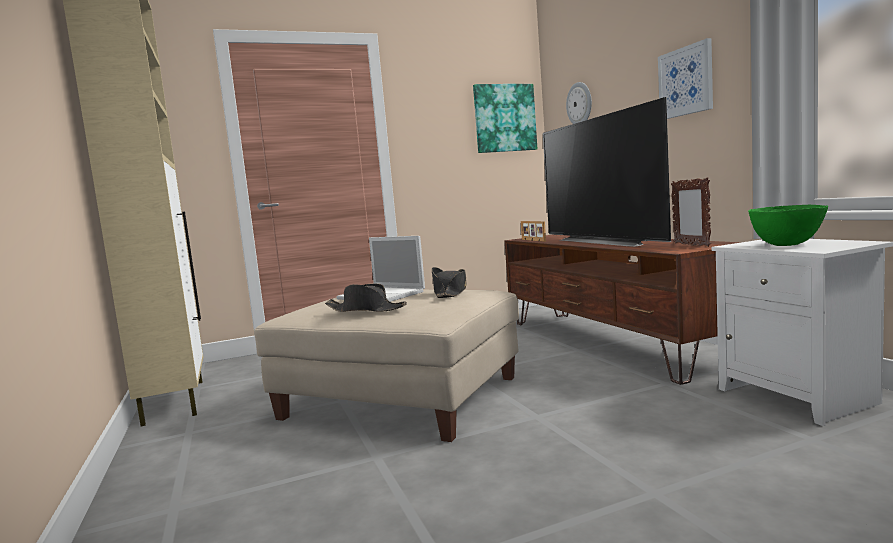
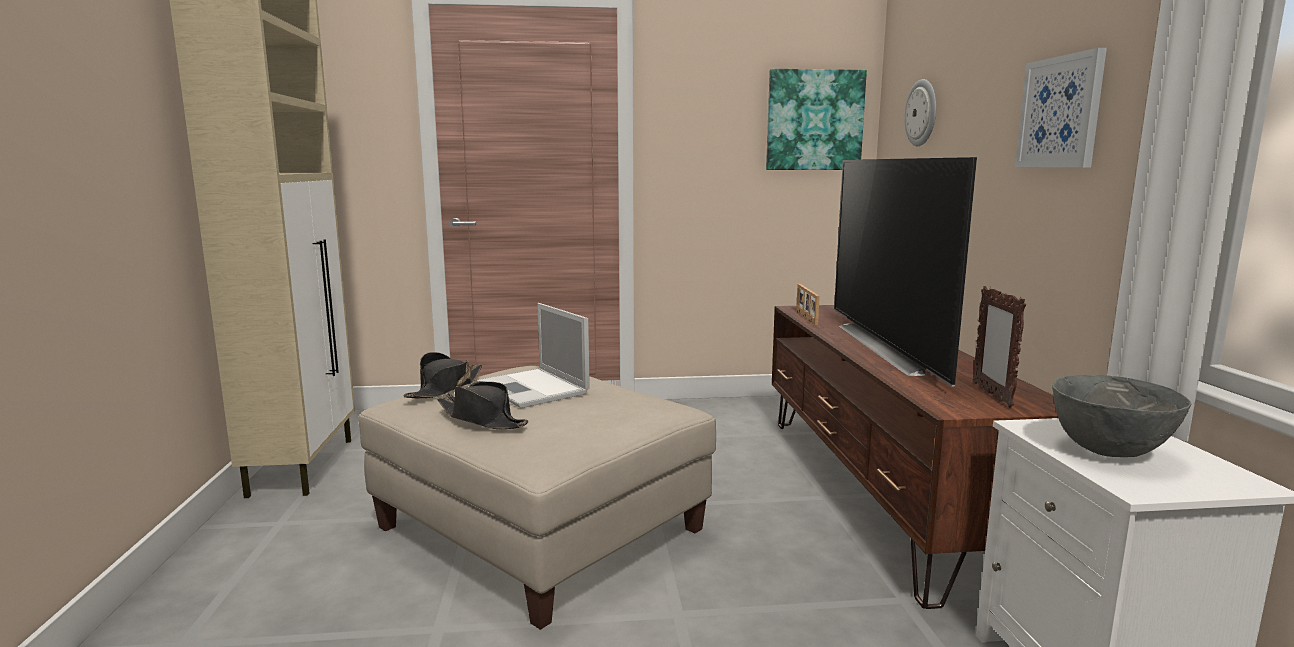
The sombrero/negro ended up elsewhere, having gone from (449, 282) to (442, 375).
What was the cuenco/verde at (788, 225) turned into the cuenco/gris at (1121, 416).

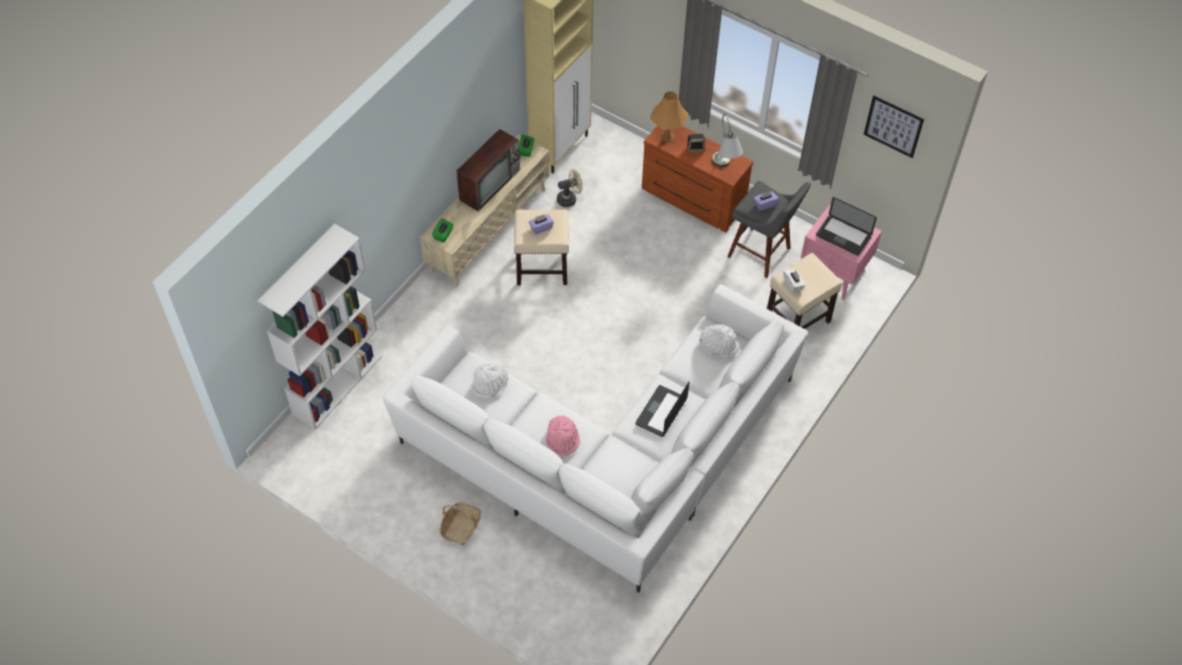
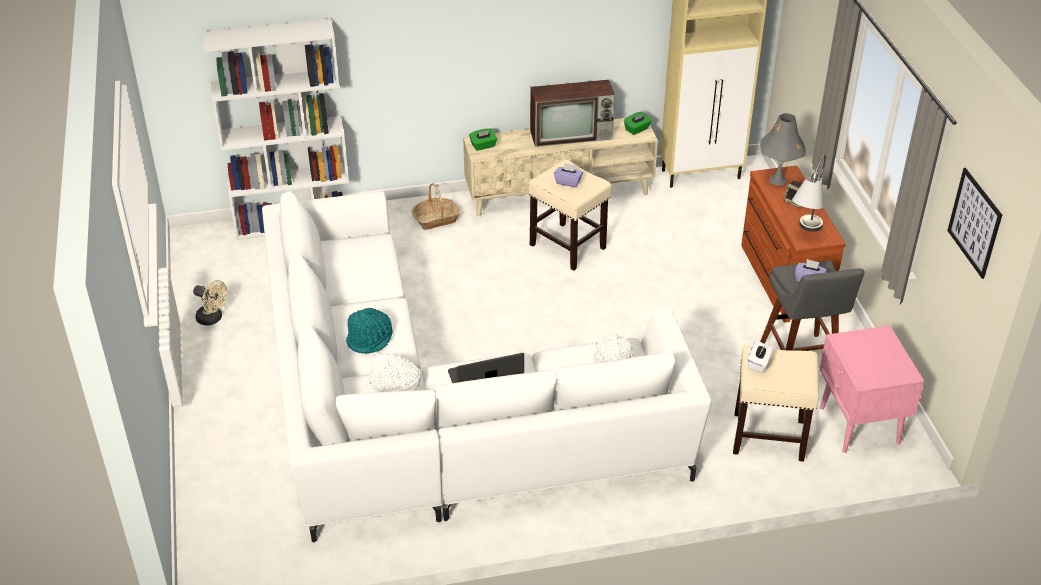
The cesta ended up elsewhere, having gone from (460, 523) to (436, 206).
The sombrero/blanco ended up elsewhere, having gone from (490, 380) to (393, 373).
What was the sombrero/rosa at (563, 435) turned into the sombrero/turquesa at (369, 330).
The ventilador/beis ended up elsewhere, having gone from (570, 188) to (210, 303).
What was the lámpara de mesa/naranja at (669, 117) turned into the lámpara de mesa/gris at (783, 149).
The second view lost the portátil at (846, 226).

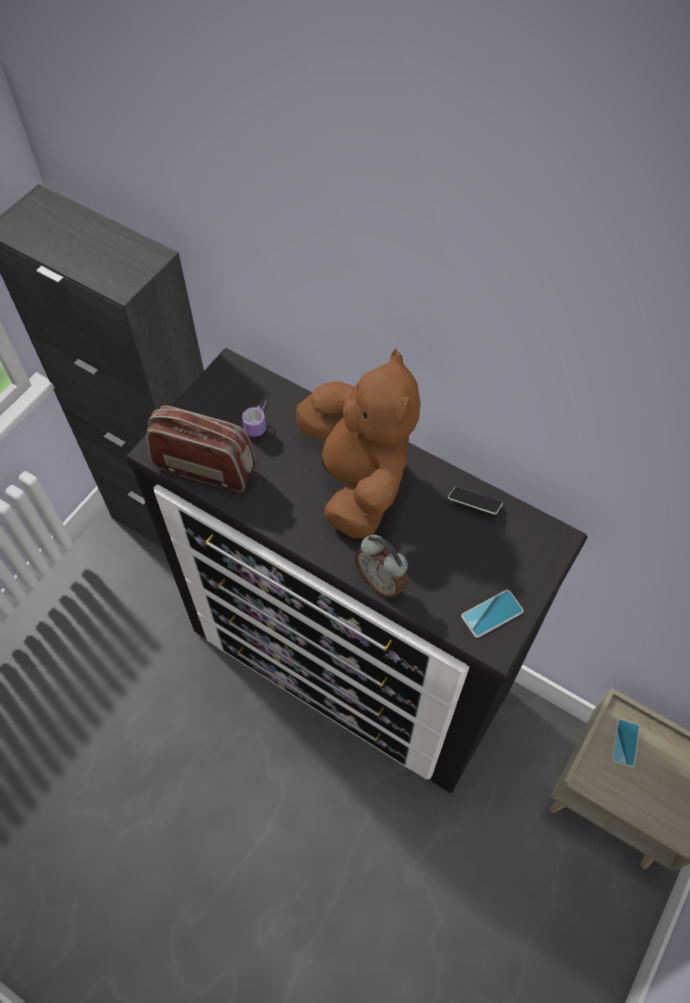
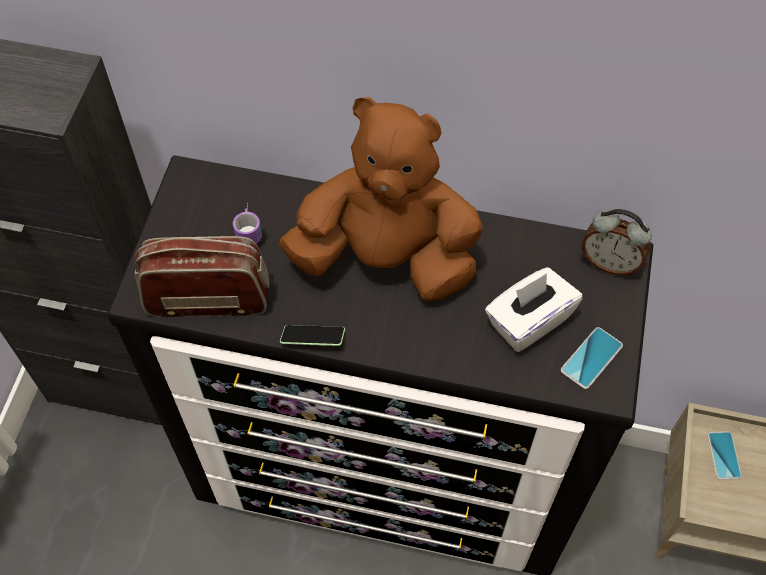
The peluche/marrón at (358, 443) ended up facing another way, 45 degrees counterclockwise from before.
The despertador ended up elsewhere, having gone from (381, 566) to (617, 242).
The móvil ended up elsewhere, having gone from (475, 501) to (312, 335).
The second view gained the caja de pañuelos/blanco at (534, 309).

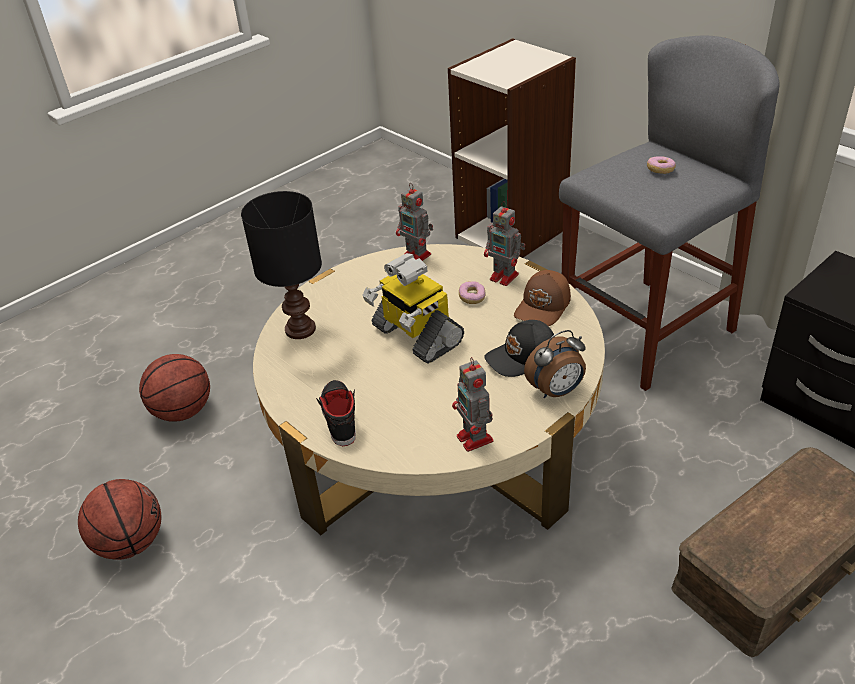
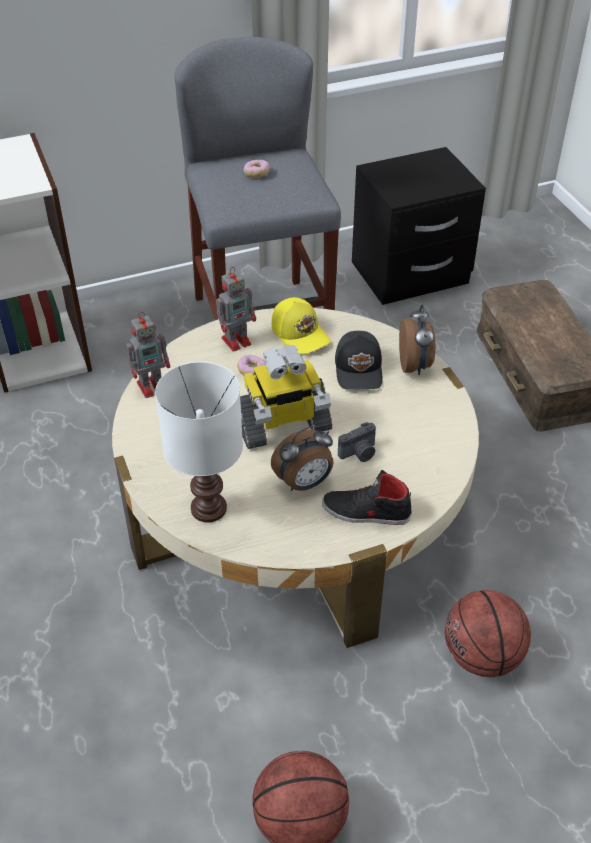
The balón de baloncesto ended up elsewhere, having gone from (174, 388) to (488, 633).
What was the lámpara de mesa/negro at (281, 265) turned into the lámpara de mesa/blanco at (199, 441).
The second view lost the robot de juguete at (473, 404).
What was the gorra/marrón at (542, 298) turned into the gorra/amarillo at (301, 325).
The second view gained the despertador at (302, 458).
The second view gained the cámara at (357, 442).

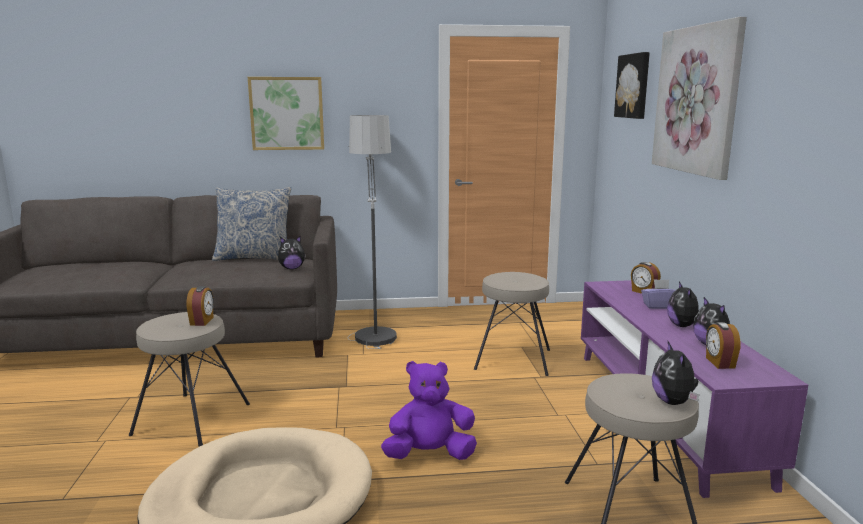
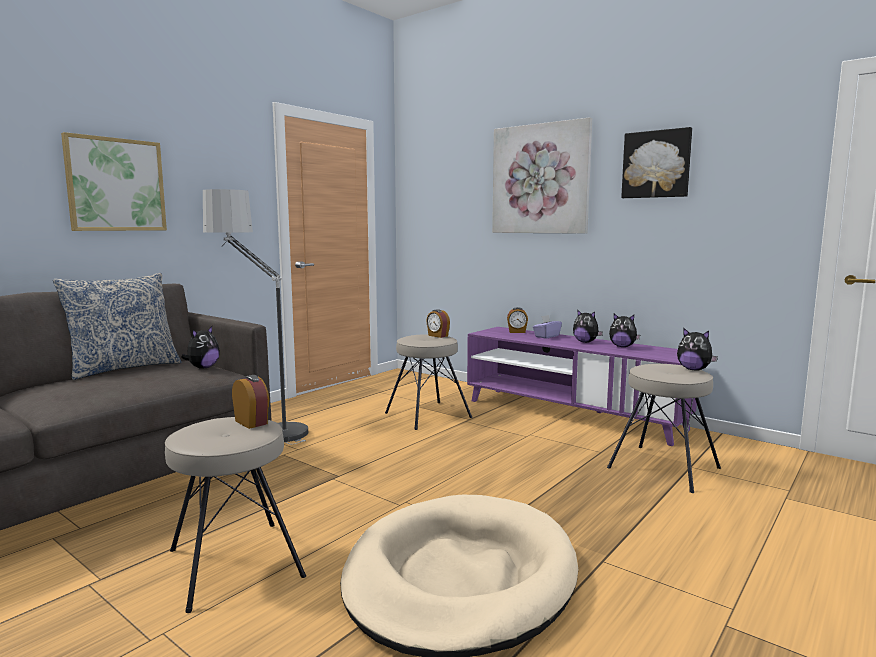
The second view lost the peluche/morado at (429, 410).
The cuadro ended up elsewhere, having gone from (632, 85) to (656, 162).
The despertador ended up elsewhere, having gone from (723, 345) to (438, 323).

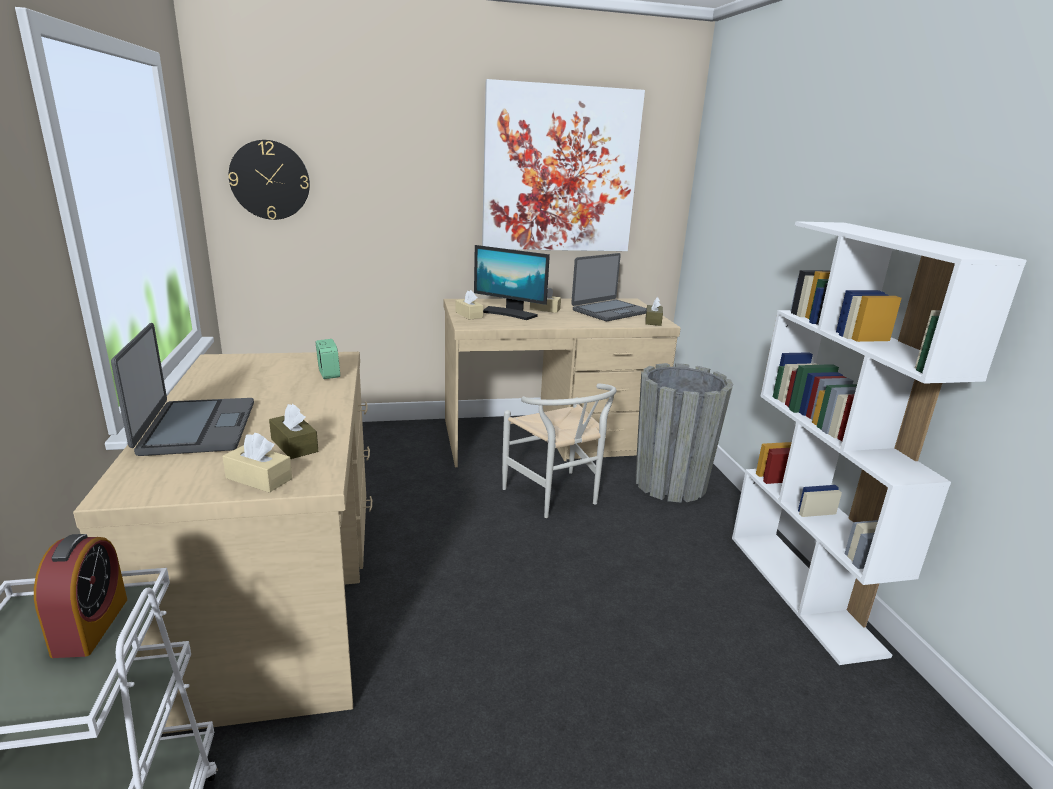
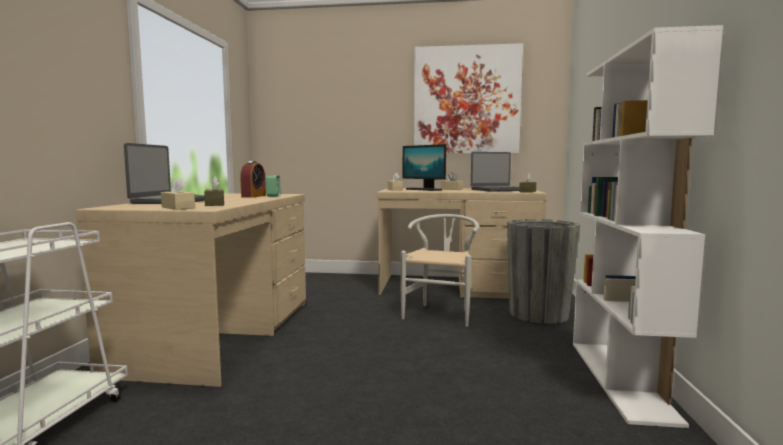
The despertador ended up elsewhere, having gone from (80, 596) to (253, 179).
The second view lost the reloj de pared at (269, 180).
The silla/blanco at (559, 451) ended up facing another way, 150 degrees counterclockwise from before.

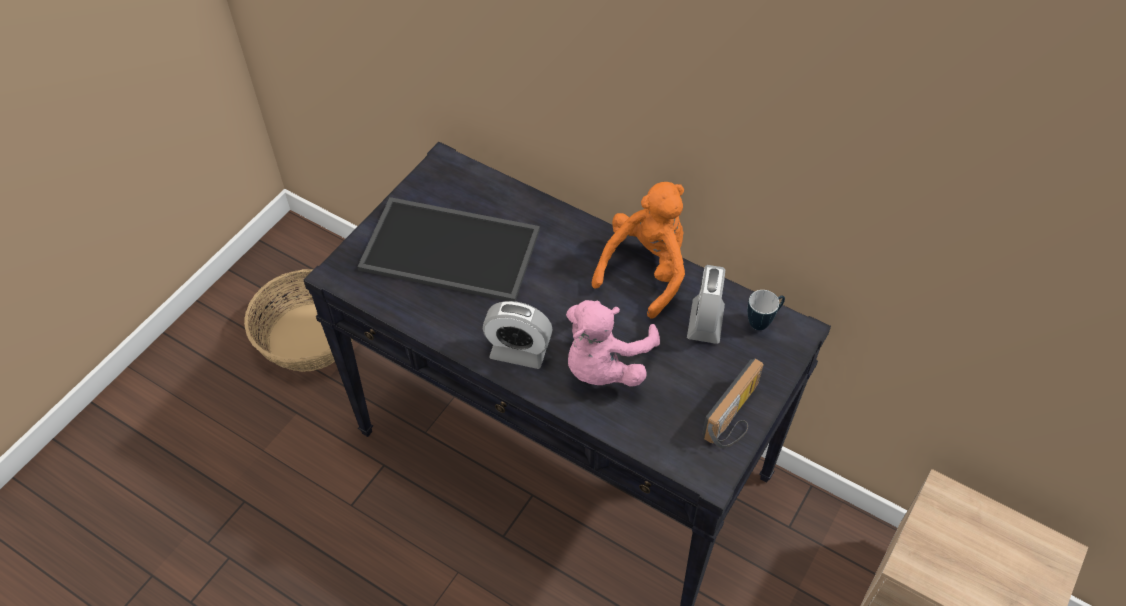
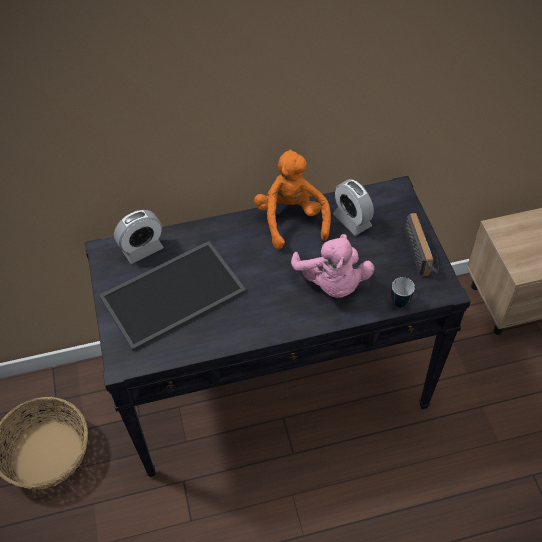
The despertador ended up elsewhere, having gone from (518, 335) to (138, 237).
The taza grande ended up elsewhere, having gone from (766, 310) to (403, 291).

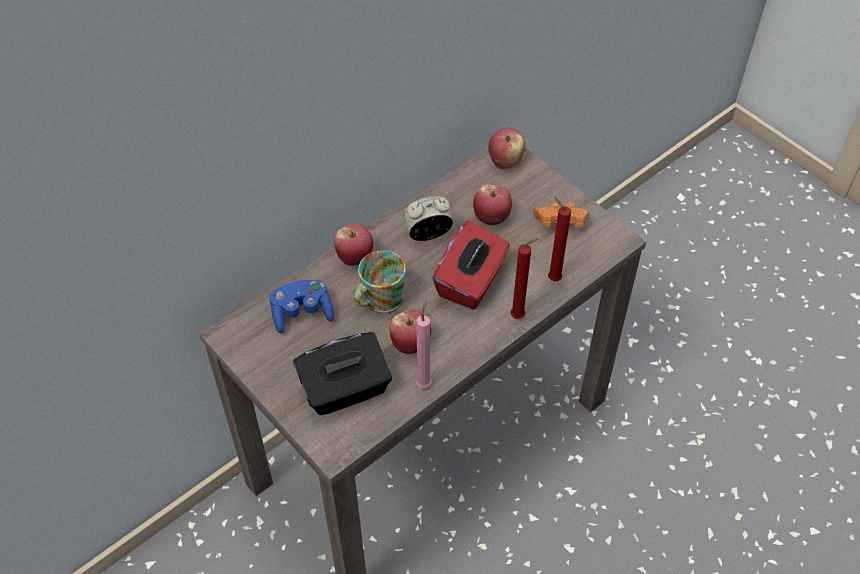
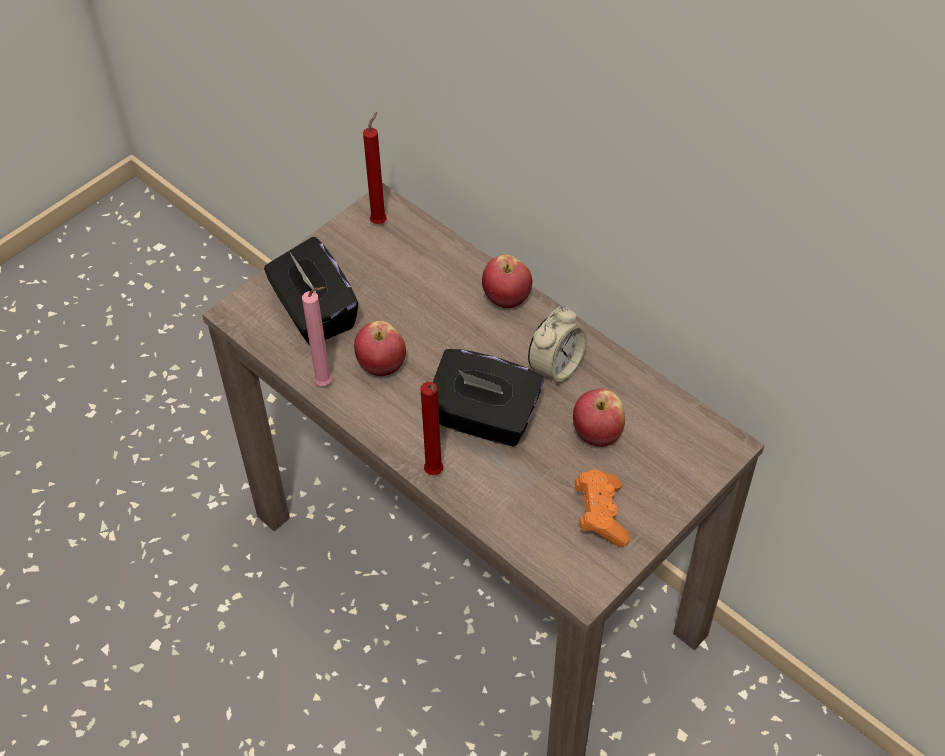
The second view lost the mando de consola/azul at (301, 307).
The second view lost the taza grande at (379, 281).
The despertador at (428, 218) ended up facing another way, 60 degrees clockwise from before.
What was the caja de pañuelos/rojo at (471, 264) turned into the caja de pañuelos/negro at (488, 397).
The second view lost the manzana at (506, 148).
The vela/rojo ended up elsewhere, having gone from (559, 239) to (375, 168).

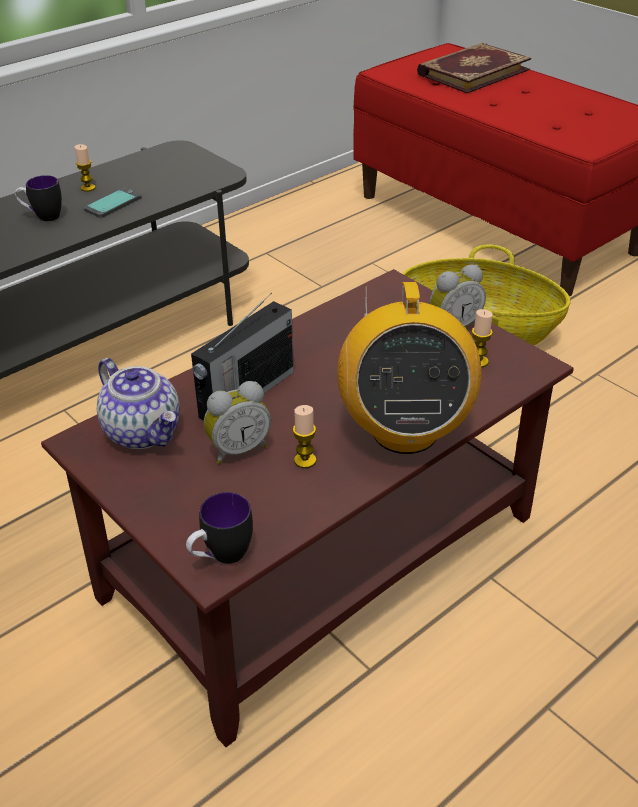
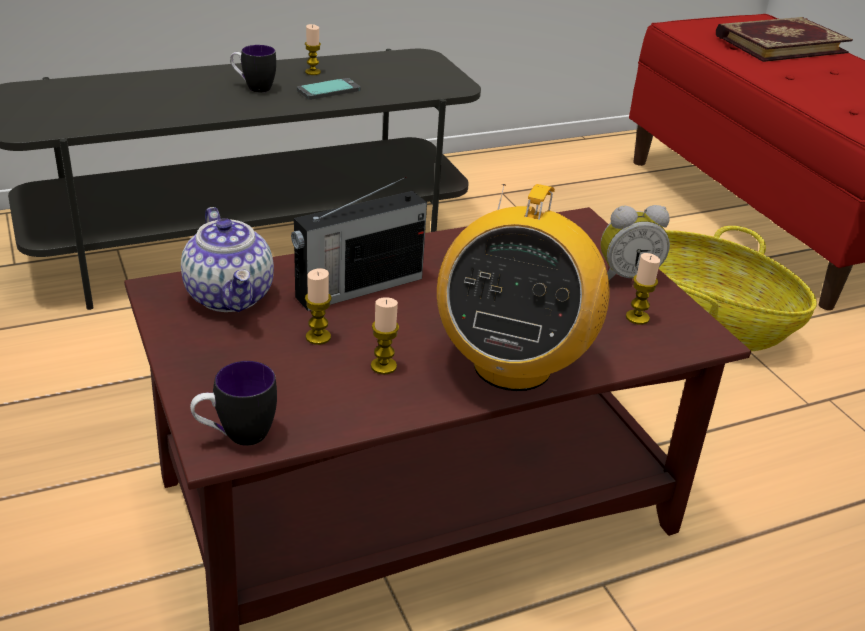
Where the despertador stood at (237, 422), the vela came to stand at (318, 306).

